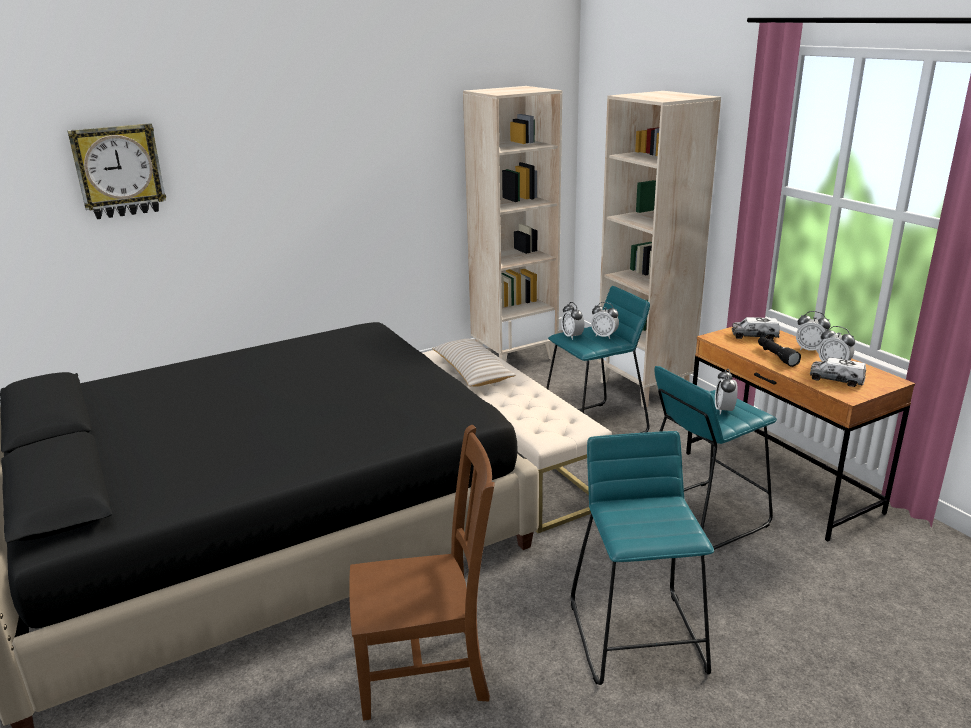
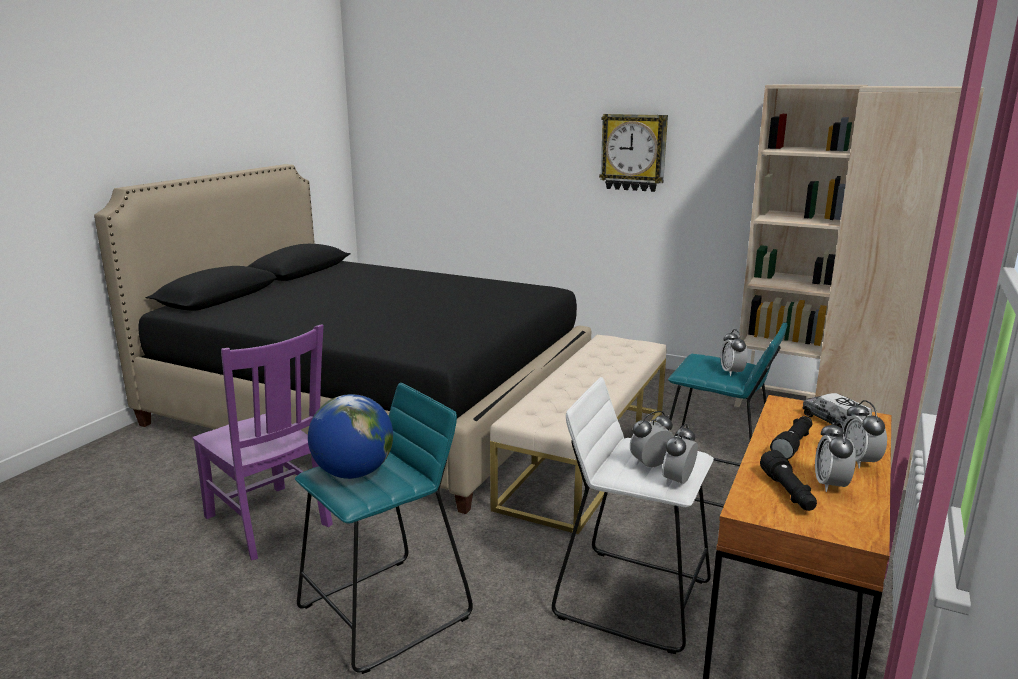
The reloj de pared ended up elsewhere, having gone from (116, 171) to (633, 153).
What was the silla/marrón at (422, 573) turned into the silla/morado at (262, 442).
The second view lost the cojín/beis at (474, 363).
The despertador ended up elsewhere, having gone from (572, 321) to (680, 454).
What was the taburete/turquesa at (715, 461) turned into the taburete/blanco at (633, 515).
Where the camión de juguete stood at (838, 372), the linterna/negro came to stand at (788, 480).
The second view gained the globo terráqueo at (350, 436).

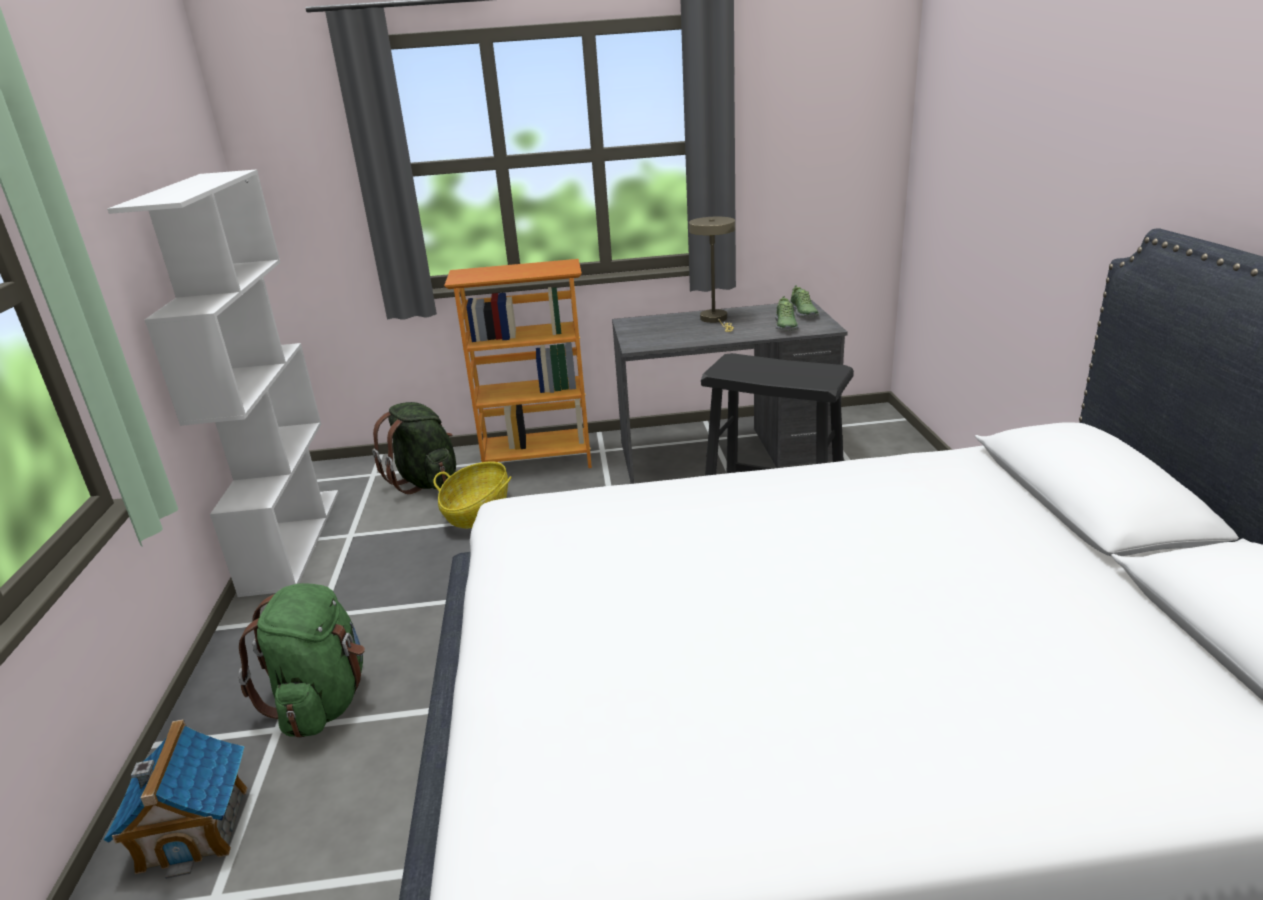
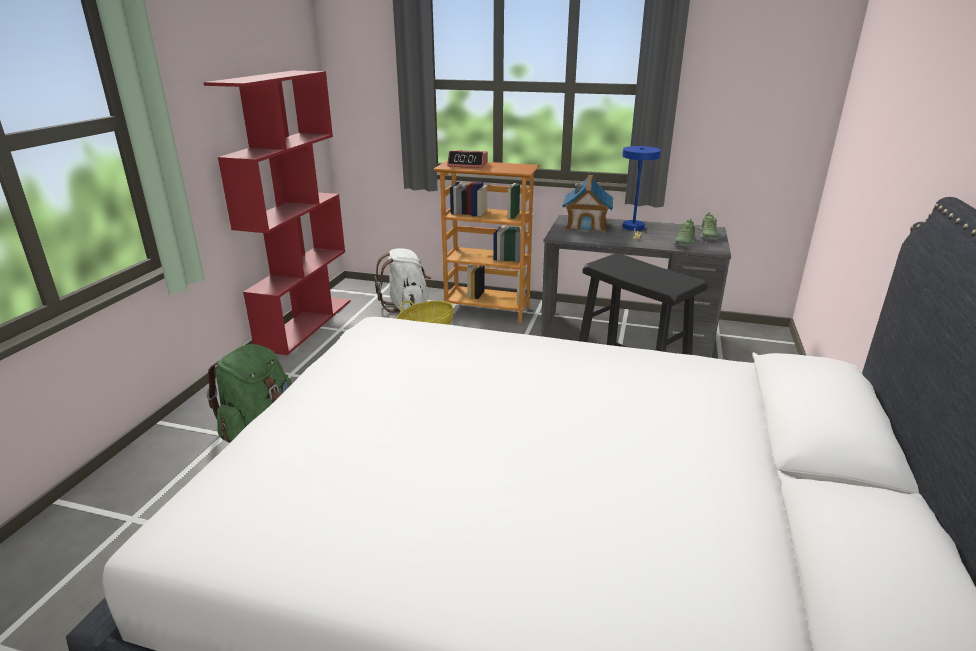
The casita ended up elsewhere, having gone from (175, 799) to (587, 204).
What was the estantería/blanco at (223, 383) turned into the estantería/rojo at (277, 213).
What was the mochila/verde at (414, 448) turned into the mochila/blanco at (402, 280).
What was the lámpara de mesa/beis at (712, 274) turned into the lámpara de mesa/azul at (641, 192).
The second view gained the despertador at (467, 159).

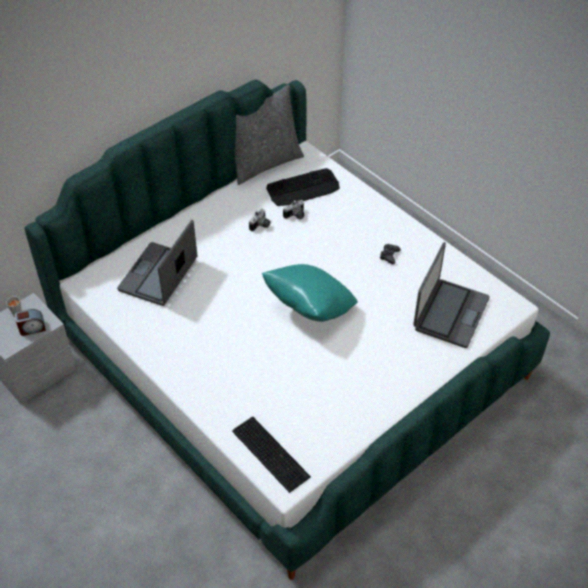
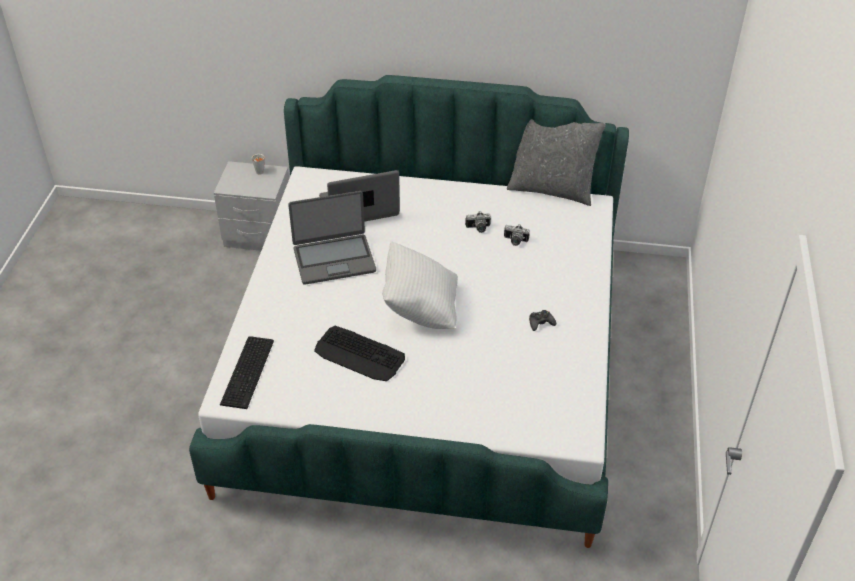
The second view lost the despertador at (30, 322).
What was the cojín/turquesa at (310, 293) turned into the cojín/blanco at (420, 285).
The teclado ended up elsewhere, having gone from (303, 187) to (359, 353).
The portátil ended up elsewhere, having gone from (451, 295) to (332, 238).

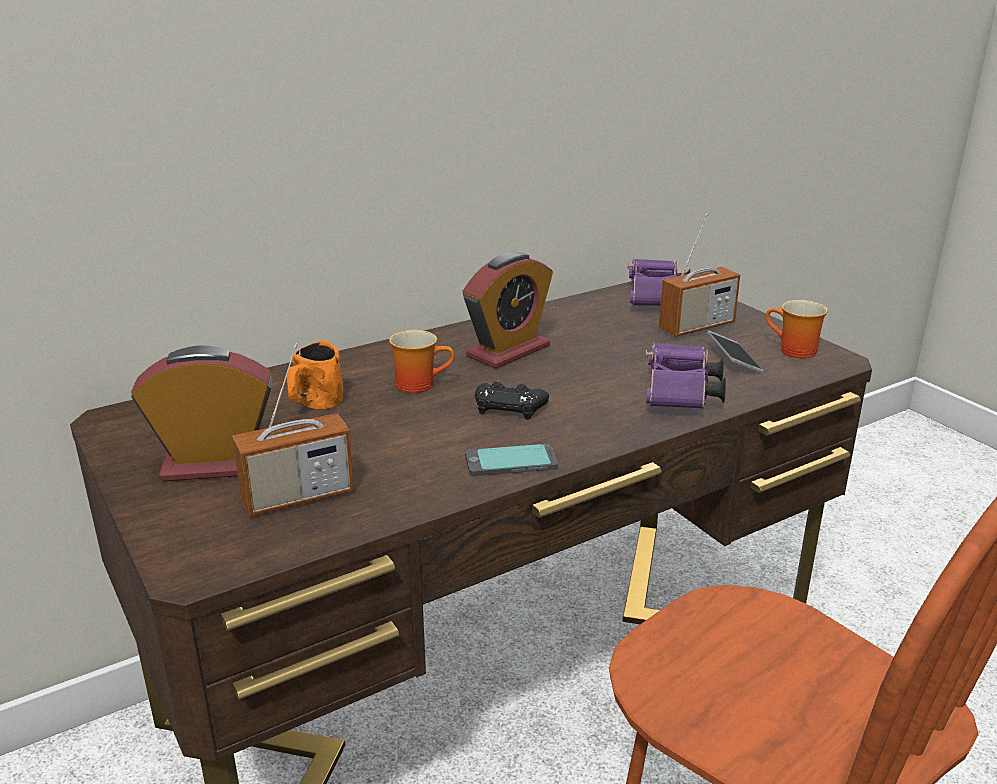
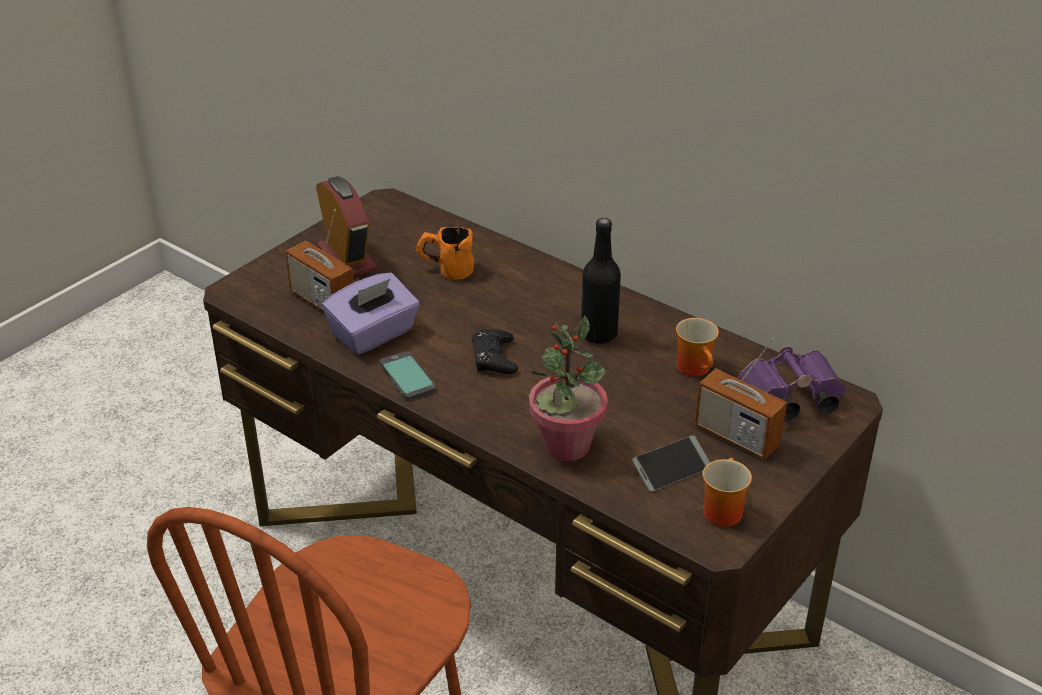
The taza grande ended up elsewhere, having gone from (422, 361) to (697, 347).
Where the despertador stood at (507, 310), the botella/negro came to stand at (601, 281).
Where the prismáticos/morado stood at (685, 375), the planta en maceta came to stand at (568, 388).
The second view gained the caja de pañuelos/morado at (371, 313).

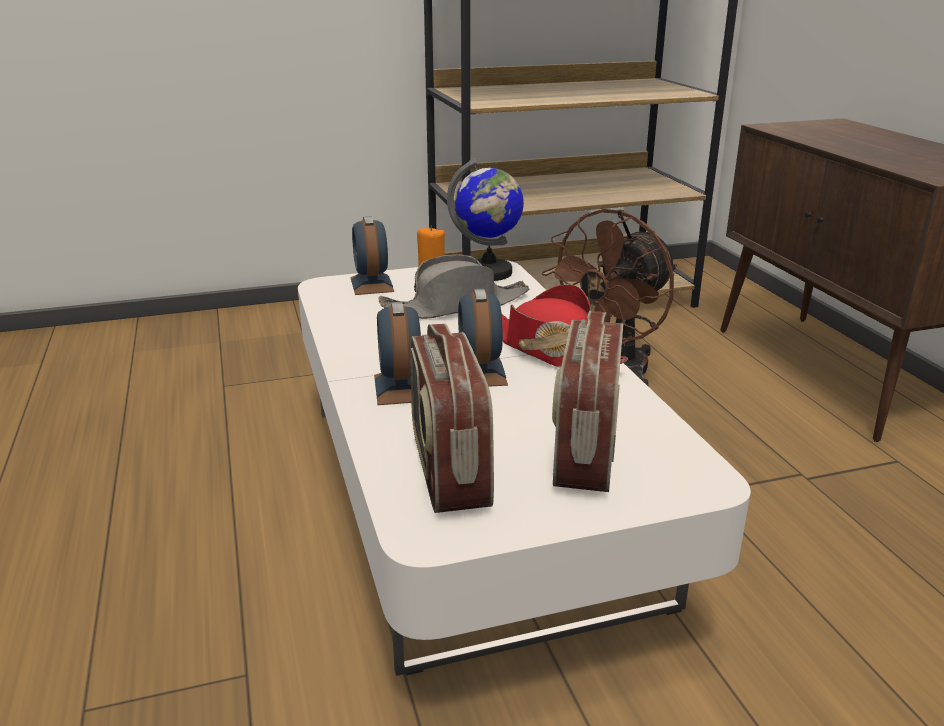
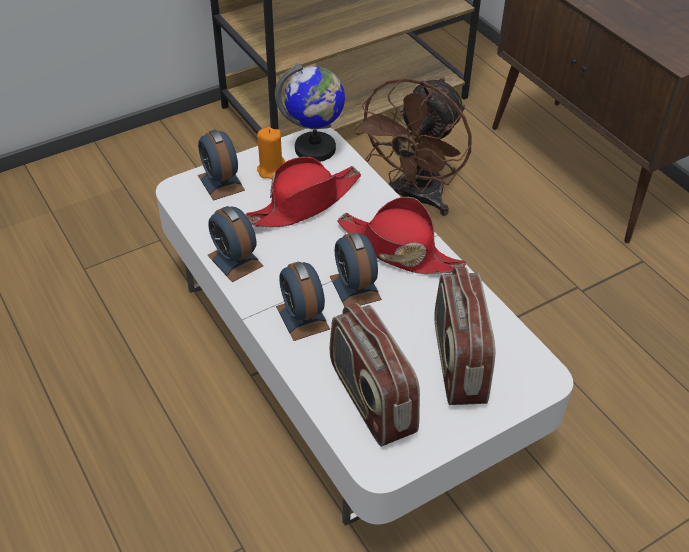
What was the sombrero/gris at (453, 287) turned into the sombrero/rojo at (303, 192).
The second view gained the despertador at (235, 244).

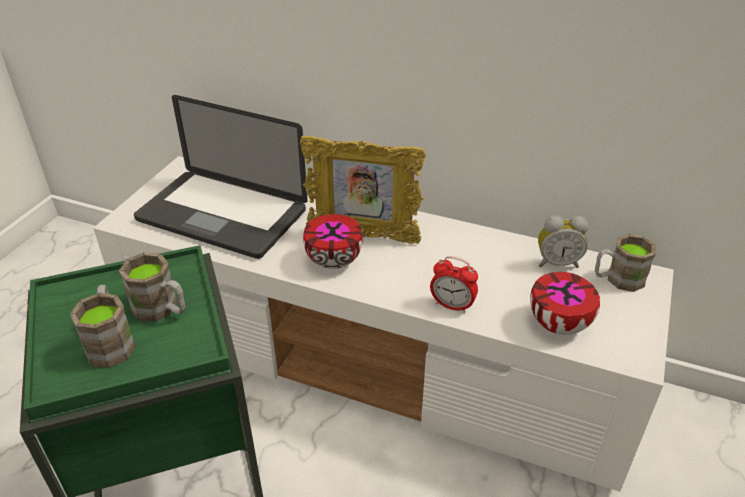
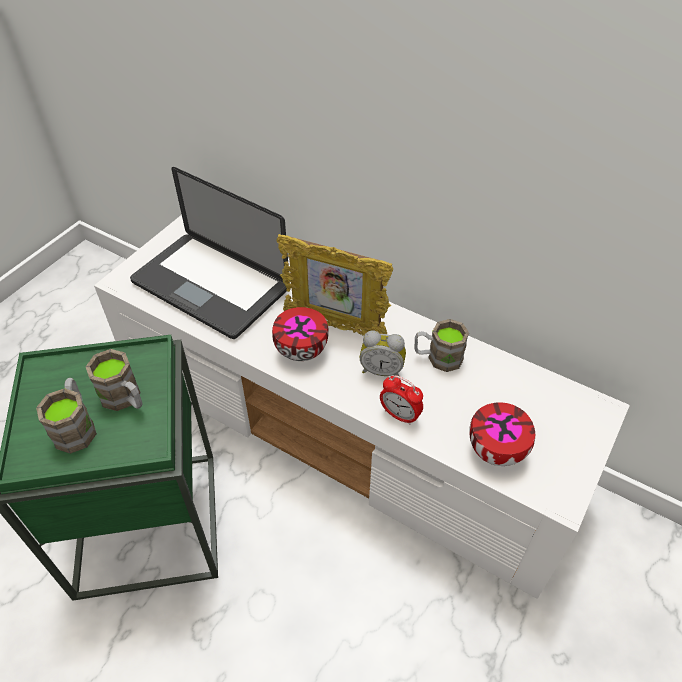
The despertador ended up elsewhere, having gone from (563, 242) to (383, 353).
The taza grande/marrón ended up elsewhere, having gone from (625, 263) to (442, 345).

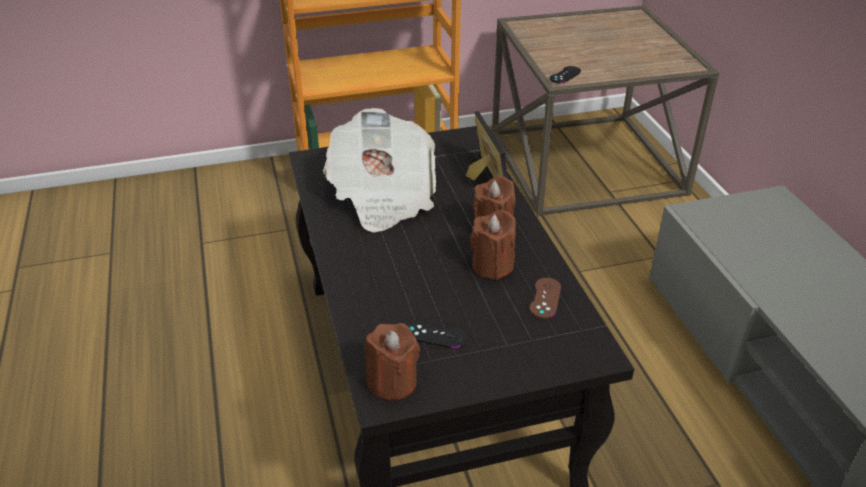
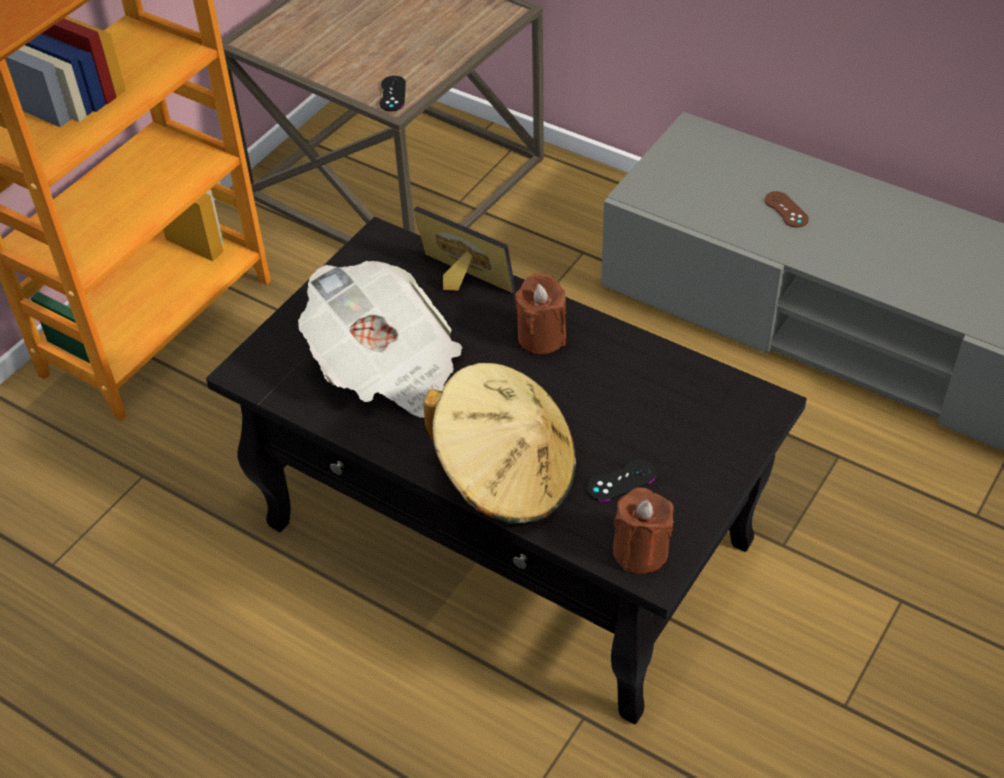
The second view lost the vela/marrón at (493, 245).
The mando de consola/marrón ended up elsewhere, having gone from (545, 298) to (787, 209).
The second view gained the sombrero/beis at (499, 443).

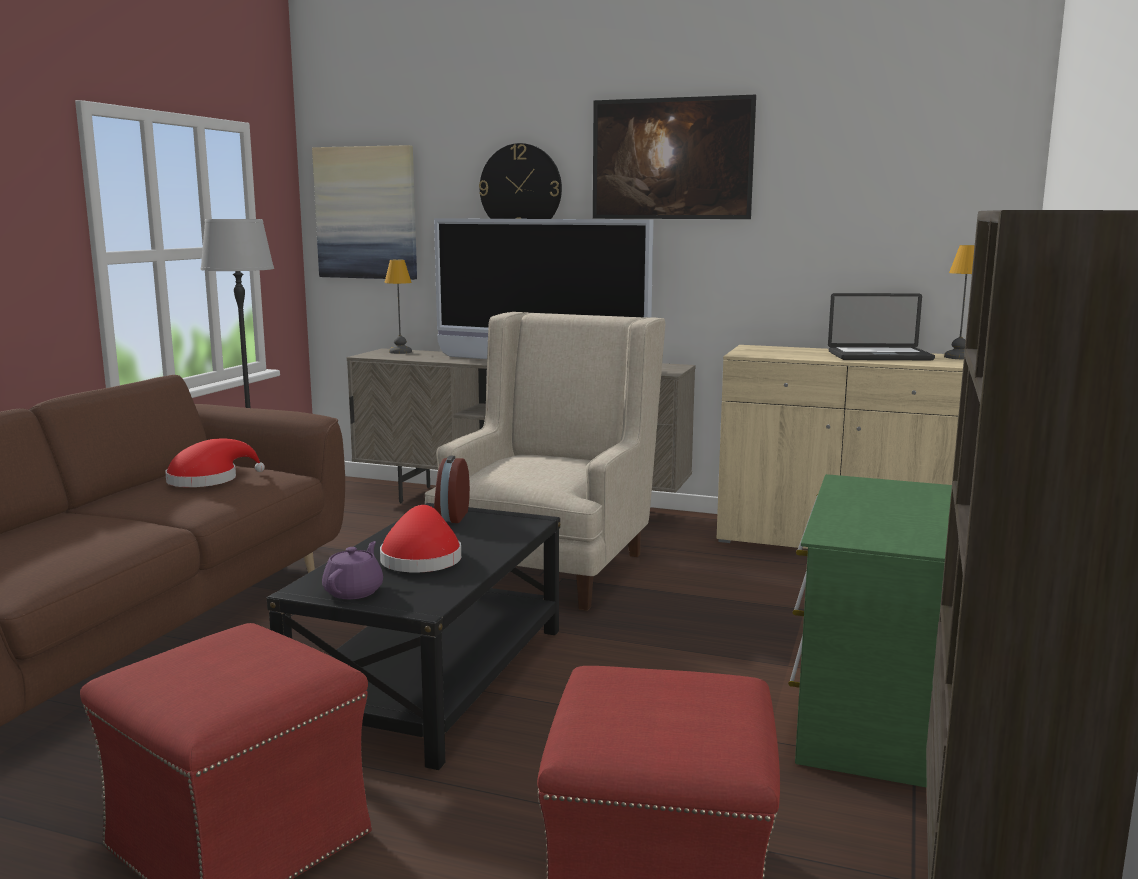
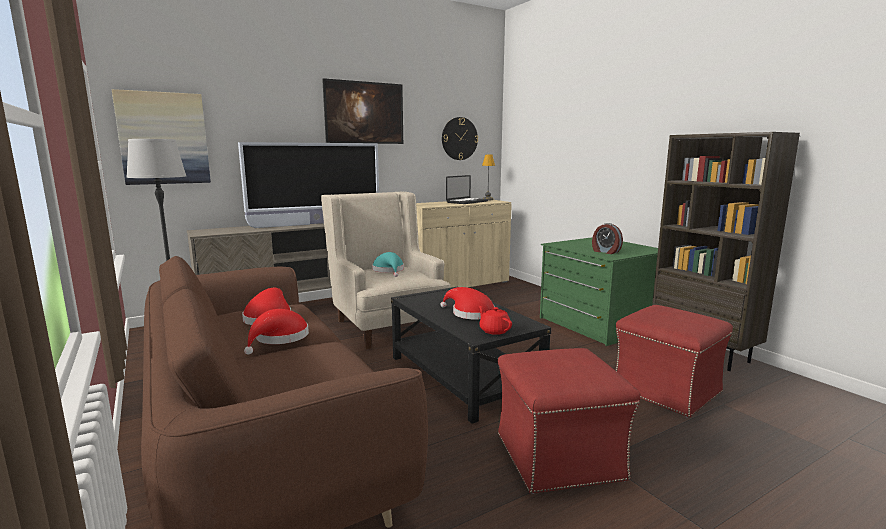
What was the tetera/morado at (352, 570) turned into the tetera/rojo at (495, 320).
The second view lost the lámpara de mesa at (398, 307).
The despertador ended up elsewhere, having gone from (452, 489) to (607, 238).
The reloj de pared ended up elsewhere, having gone from (520, 181) to (460, 138).
The second view gained the sombrero/rojo at (276, 332).
The second view gained the sombrero/turquesa at (388, 264).

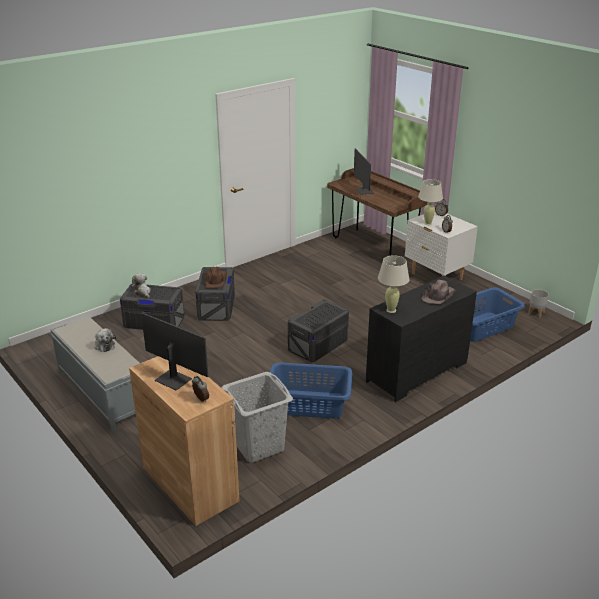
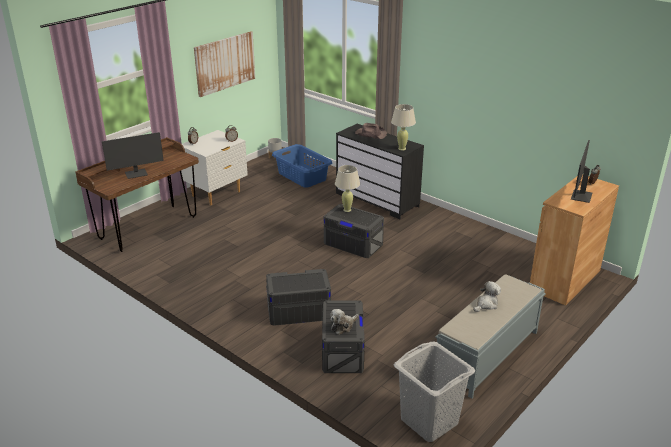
The second view lost the sombrero/marrón at (215, 277).
The cesto de la ropa/gris ended up elsewhere, having gone from (257, 417) to (434, 392).
The second view lost the cesto de la ropa/azul at (311, 391).
The lámpara de mesa/beis ended up elsewhere, having gone from (430, 202) to (347, 188).
The second view gained the cuadro at (224, 64).

